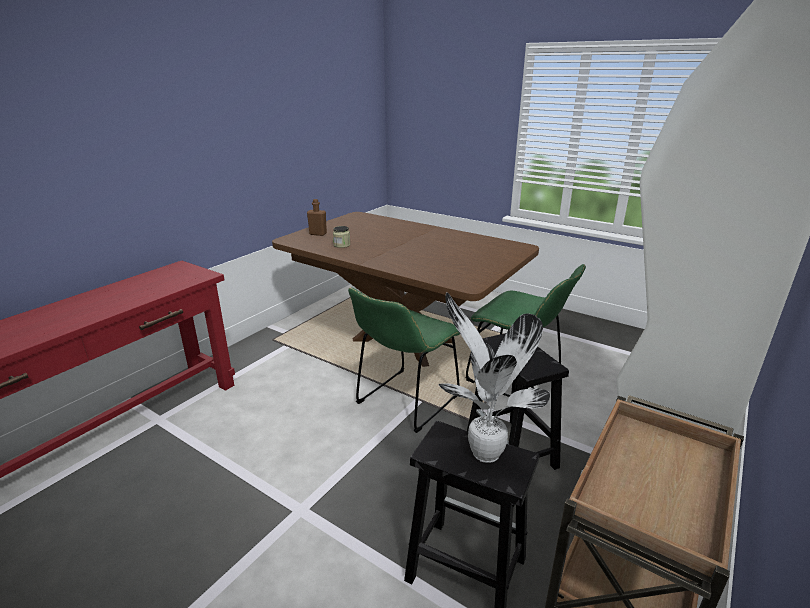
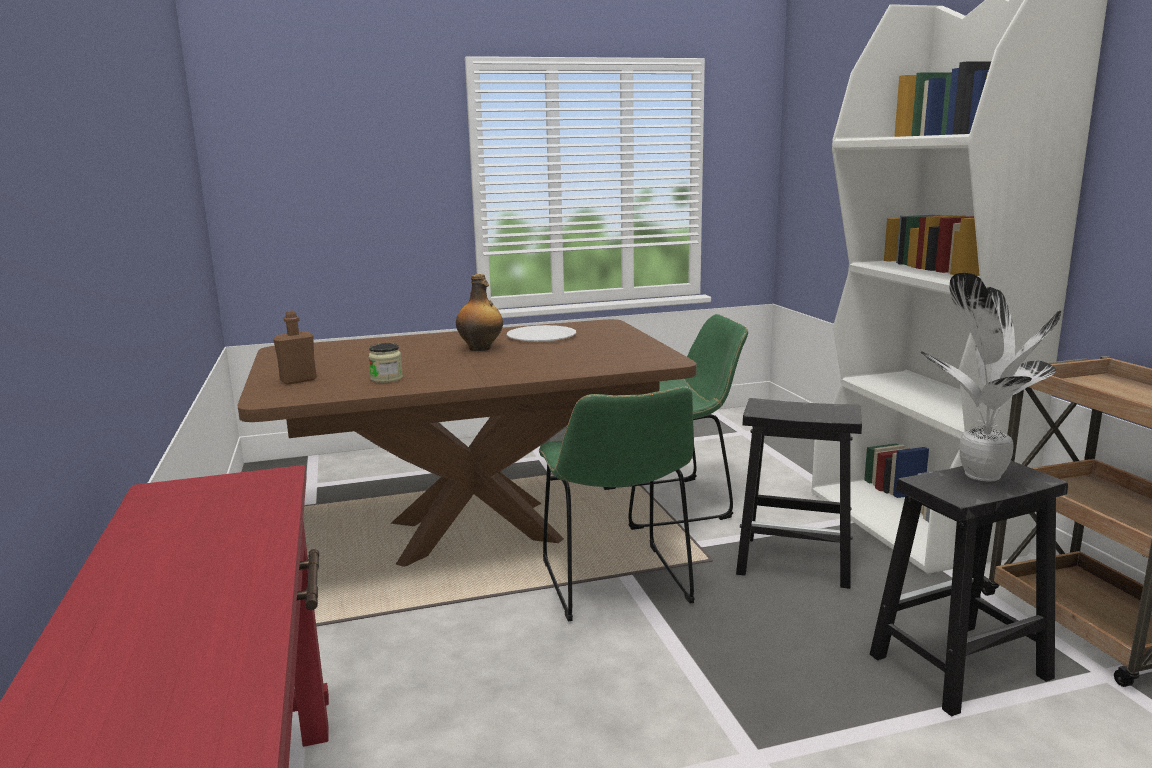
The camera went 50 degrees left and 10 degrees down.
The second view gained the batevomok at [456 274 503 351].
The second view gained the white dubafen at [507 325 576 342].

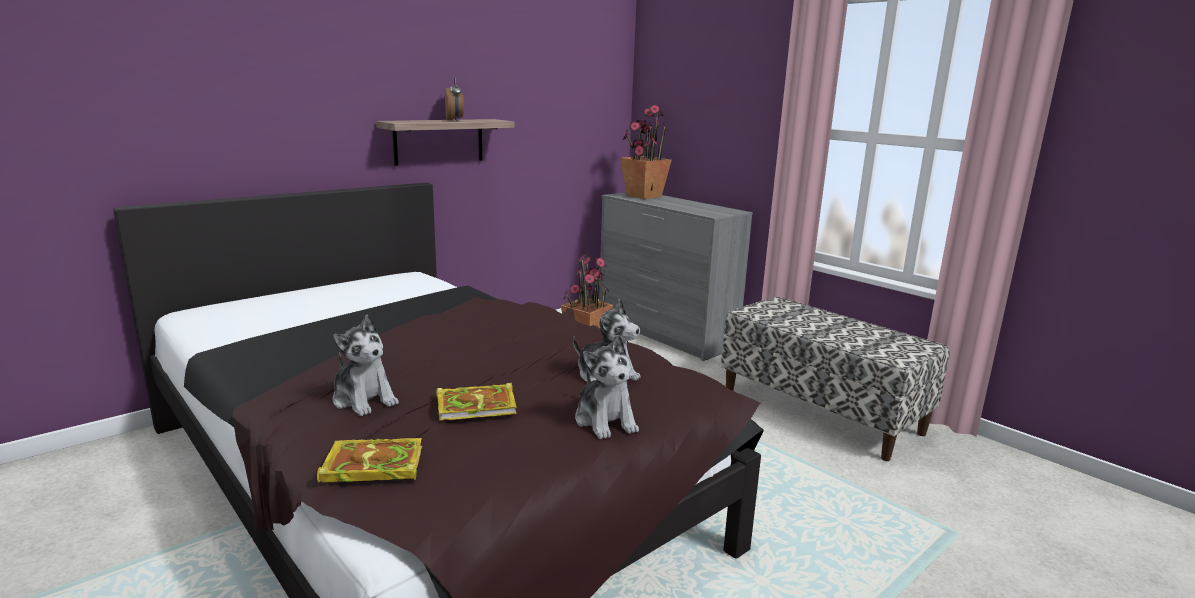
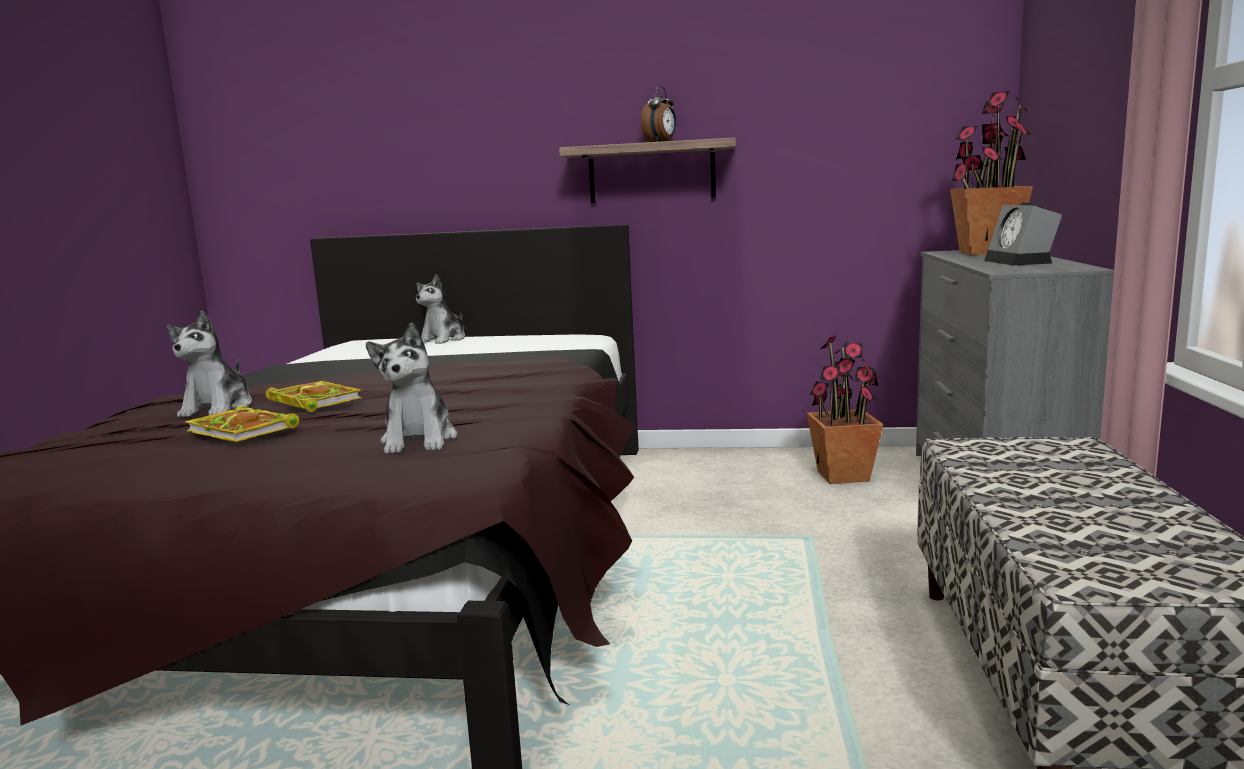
The camera went 50 degrees right and 5 degrees down.
The second view gained the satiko at [984 202 1062 265].
The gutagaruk ended up elsewhere, having gone from [317 438 422 482] to [266 381 362 412].
The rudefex ended up elsewhere, having gone from [575 335 639 439] to [416 274 465 344].

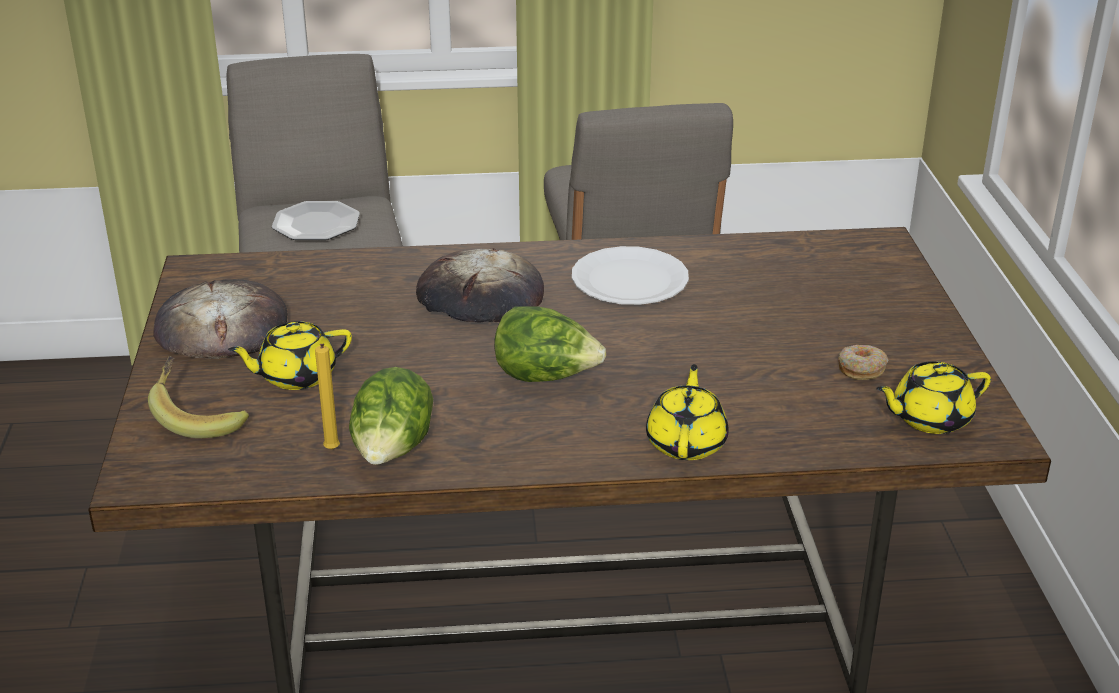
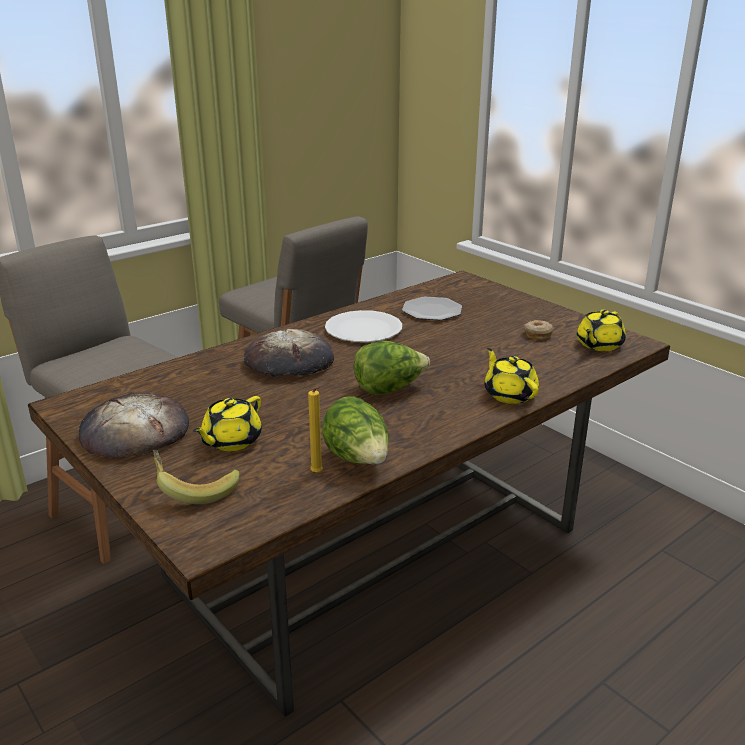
The camera went 35 degrees left and 5 degrees down.
The dubafen ended up elsewhere, having gone from [272 201 360 240] to [402 297 462 320].

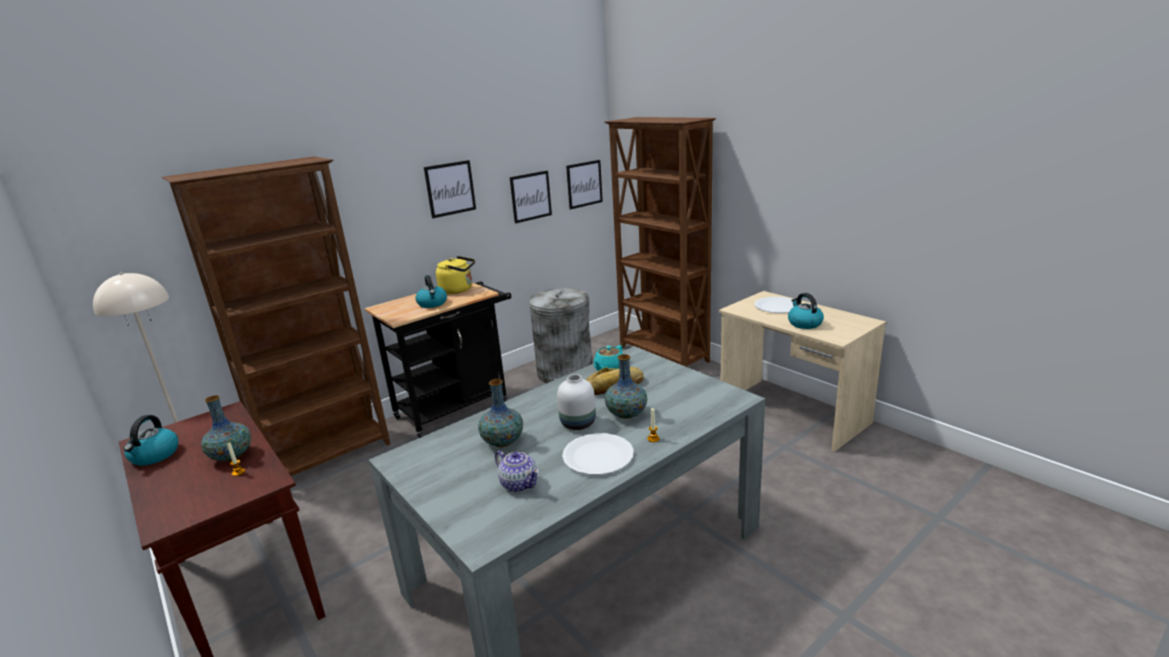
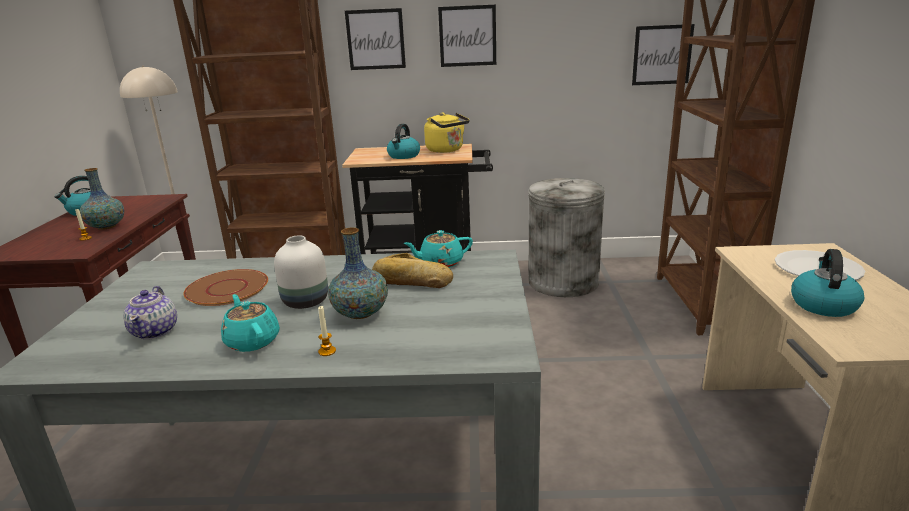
The camera went 40 degrees right and 0 degrees up.
The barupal ended up elsewhere, having gone from [510 171 552 224] to [345 8 406 70].
Where the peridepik stood at [478 379 523 447], the brown dubafen came to stand at [184 269 268 306].
Where the white dubafen stood at [562 433 634 475], the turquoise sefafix came to stand at [221 294 280 352].

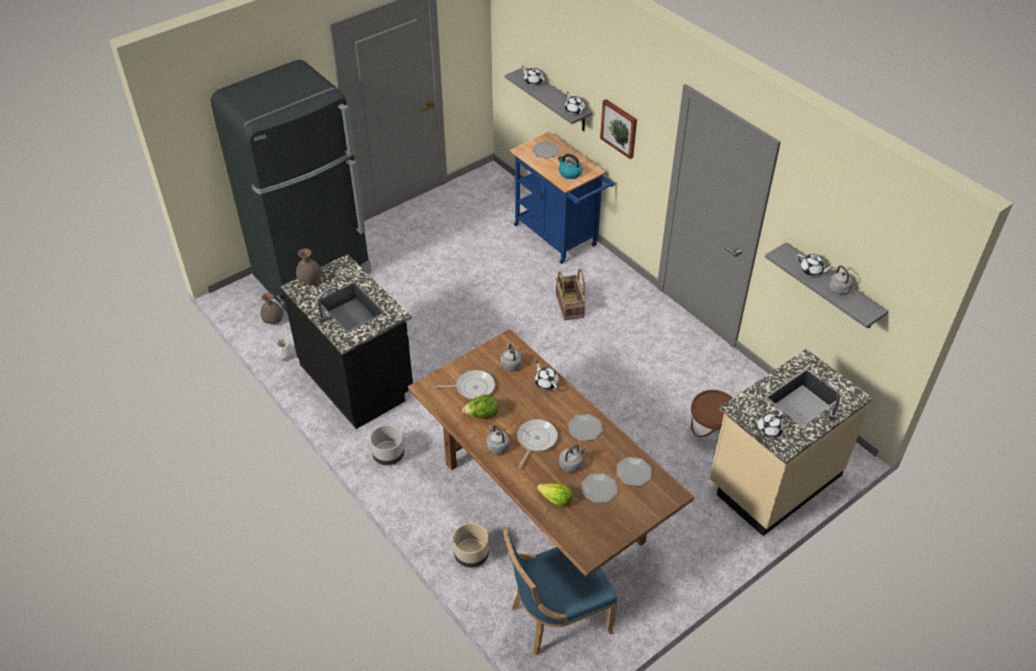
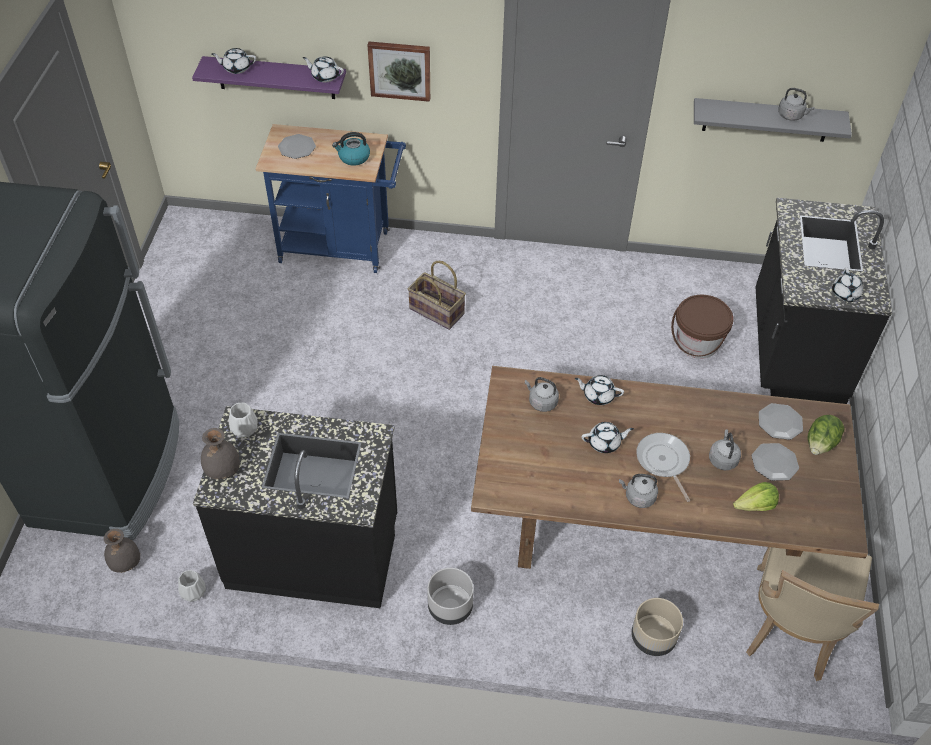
The camera went 45 degrees left and 5 degrees up.
The second view lost the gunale at [434 370 495 399].
The second view lost the dubafen at [568 414 603 441].
The second view gained the white peridepik at [229 403 258 438].
The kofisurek ended up elsewhere, having gone from [462 395 498 419] to [808 415 844 455].
The white sefafix ended up elsewhere, having gone from [797 254 833 276] to [582 422 634 453].
What was the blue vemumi at [503 528 617 656] turned into the beige vemumi at [746 547 879 681].
What was the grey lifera at [505 67 592 131] turned into the purple lifera at [192 56 346 99].
What was the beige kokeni at [710 349 873 536] turned into the black kokeni at [756 198 892 404].

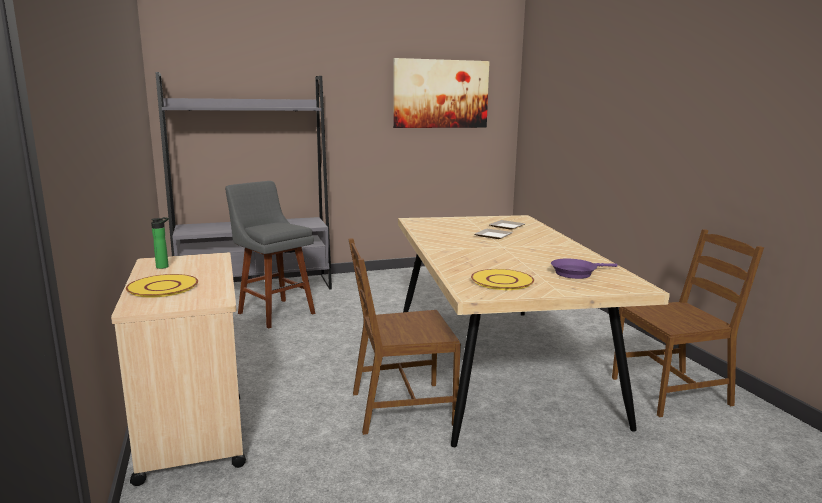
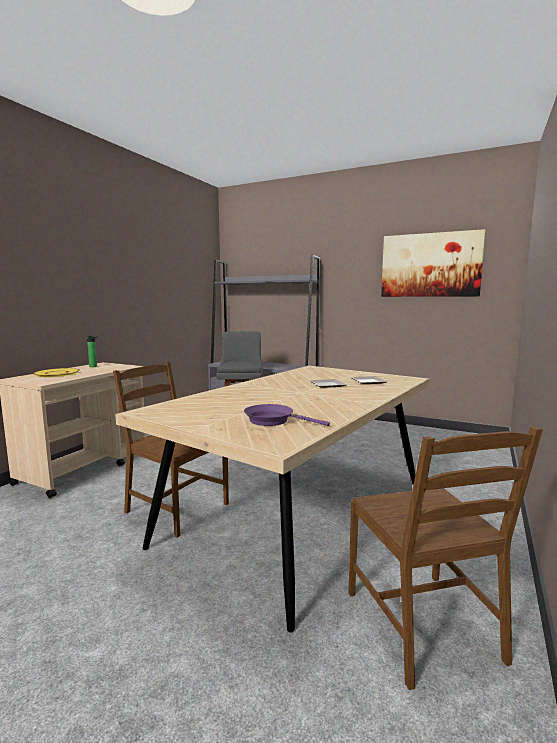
The camera went 45 degrees right and 5 degrees down.
The second view lost the yellow dubafen at [471 269 534 290].
The brown vemumi at [612 229 764 417] ended up facing another way, 45 degrees clockwise from before.

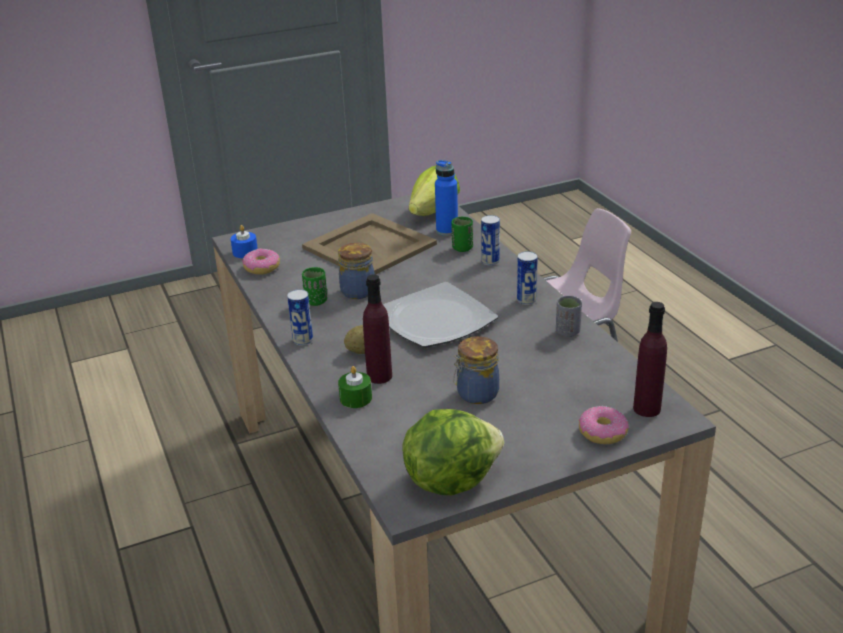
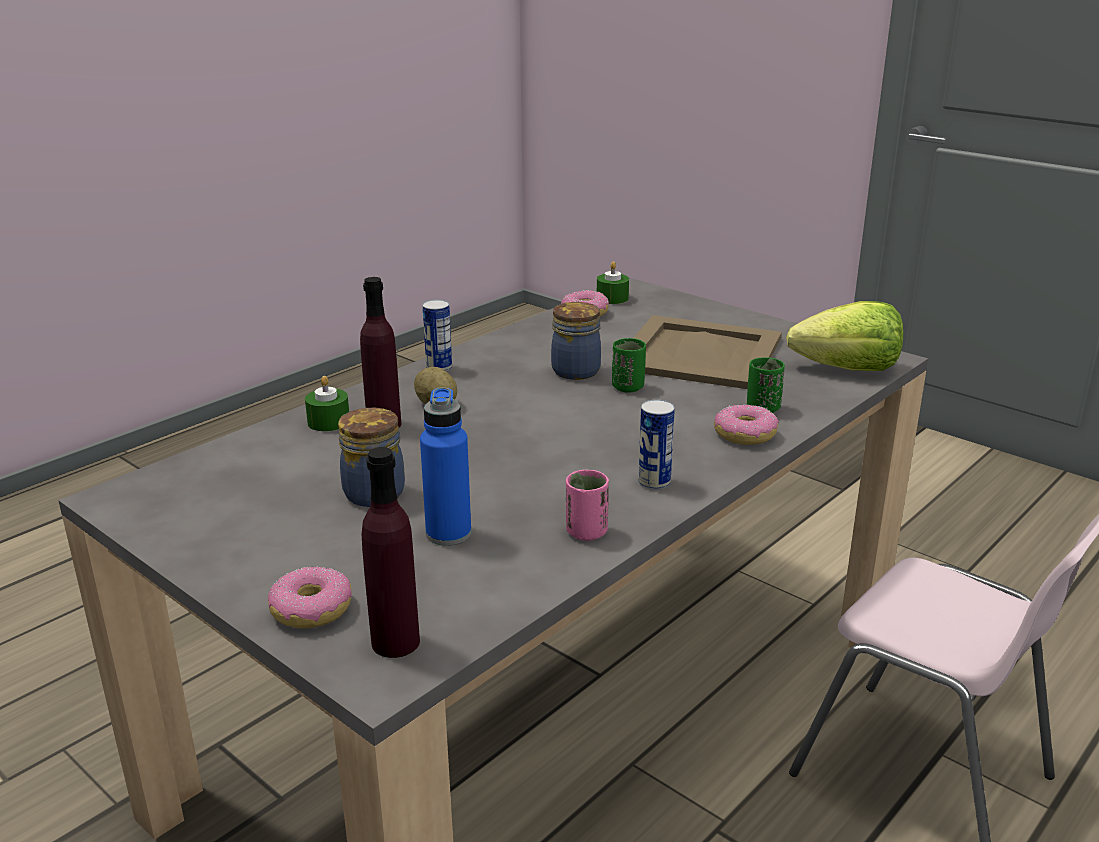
The camera went 65 degrees right and 5 degrees down.
The second view lost the dubafen at [383 282 498 348].
The second view lost the kofisurek at [402 409 504 495].
The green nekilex ended up elsewhere, having gone from [302 267 327 306] to [612 338 646 393].
The blue batevomok ended up elsewhere, having gone from [435 160 458 236] to [420 387 471 546].
Where the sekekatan stood at [481 215 500 266], the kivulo came to stand at [714 405 779 445].
What was the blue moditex at [231 225 258 258] turned into the green moditex at [597 261 629 304].
What was the grey nekilex at [556 296 582 337] turned into the pink nekilex at [566 470 609 541].

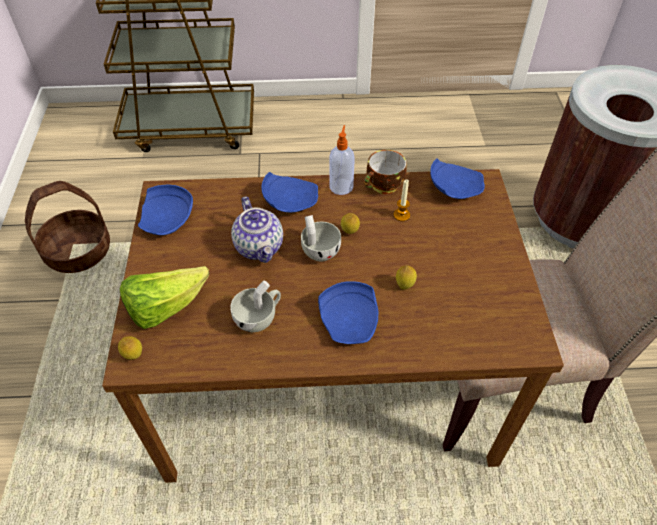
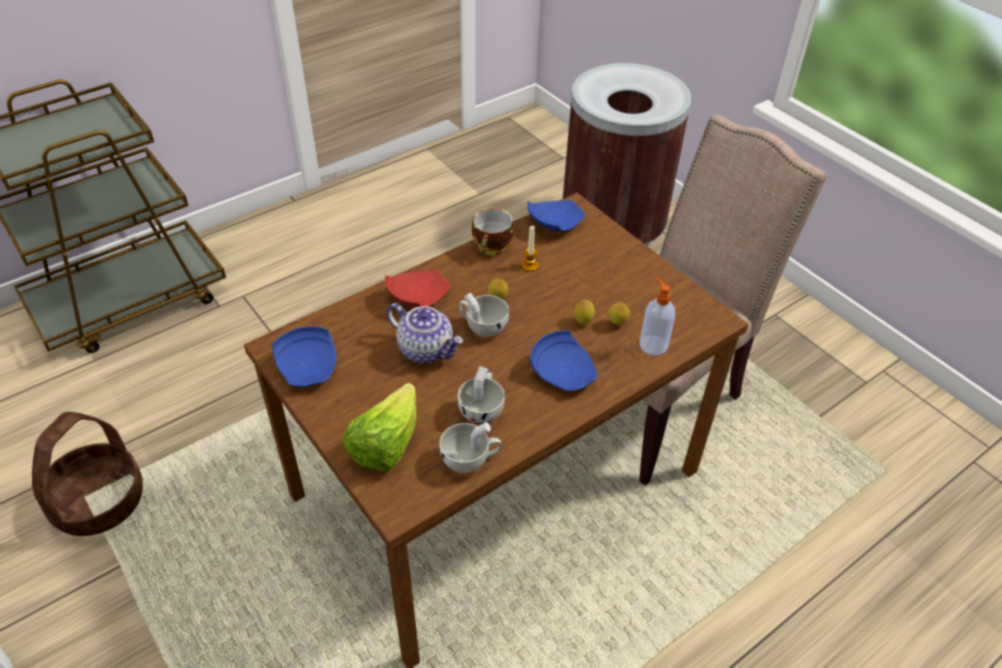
The camera went 35 degrees left and 5 degrees down.
The second view gained the white nekilex at [440 422 502 473].
The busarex ended up elsewhere, having gone from [118 336 142 360] to [609 303 630 325].
The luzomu ended up elsewhere, having gone from [329 125 355 195] to [640 277 675 355].
What was the blue dubafen at [261 172 318 213] turned into the red dubafen at [385 270 450 307].

